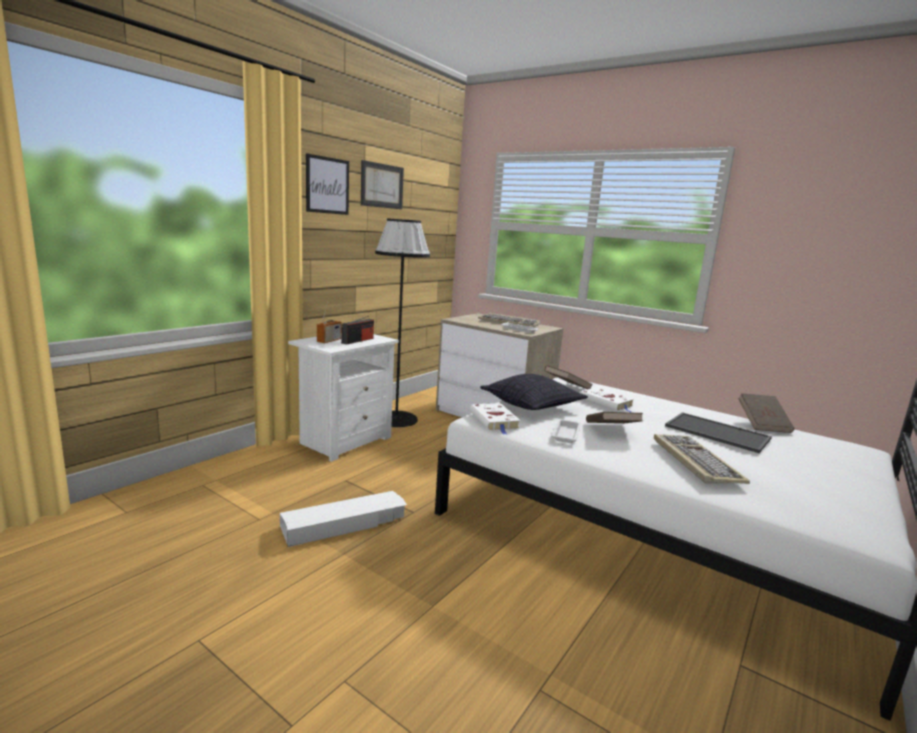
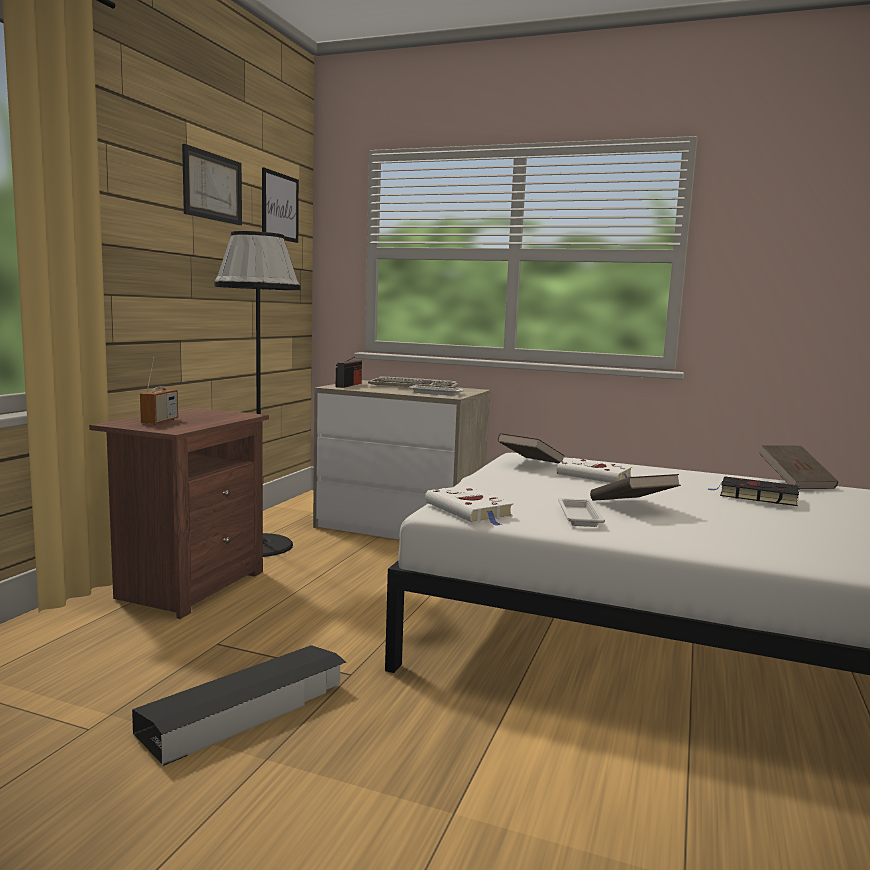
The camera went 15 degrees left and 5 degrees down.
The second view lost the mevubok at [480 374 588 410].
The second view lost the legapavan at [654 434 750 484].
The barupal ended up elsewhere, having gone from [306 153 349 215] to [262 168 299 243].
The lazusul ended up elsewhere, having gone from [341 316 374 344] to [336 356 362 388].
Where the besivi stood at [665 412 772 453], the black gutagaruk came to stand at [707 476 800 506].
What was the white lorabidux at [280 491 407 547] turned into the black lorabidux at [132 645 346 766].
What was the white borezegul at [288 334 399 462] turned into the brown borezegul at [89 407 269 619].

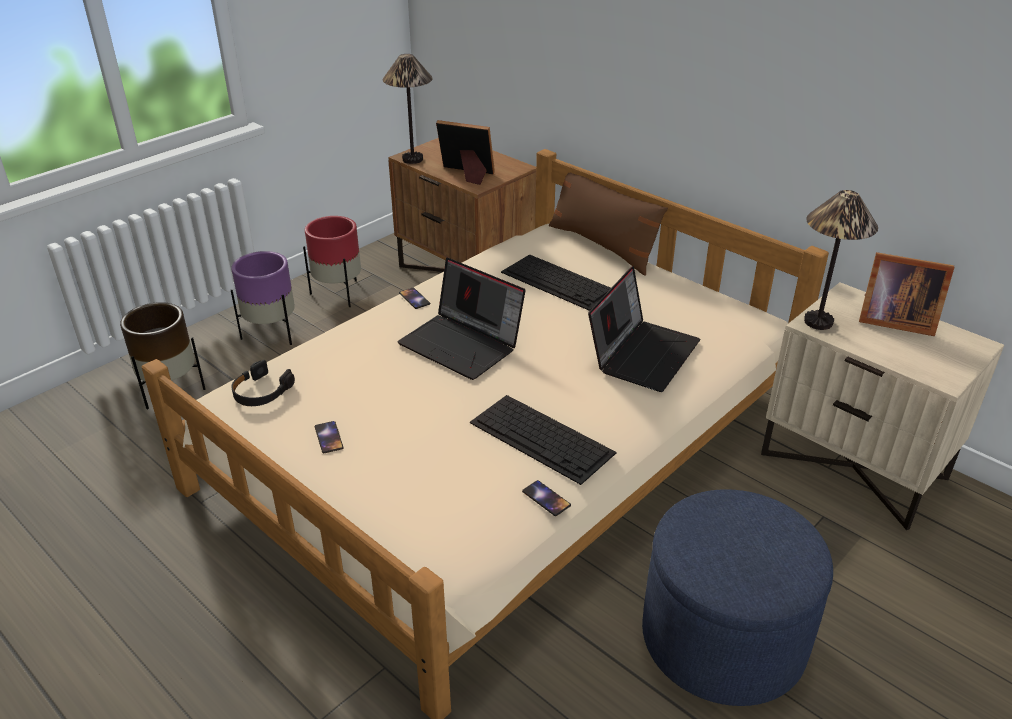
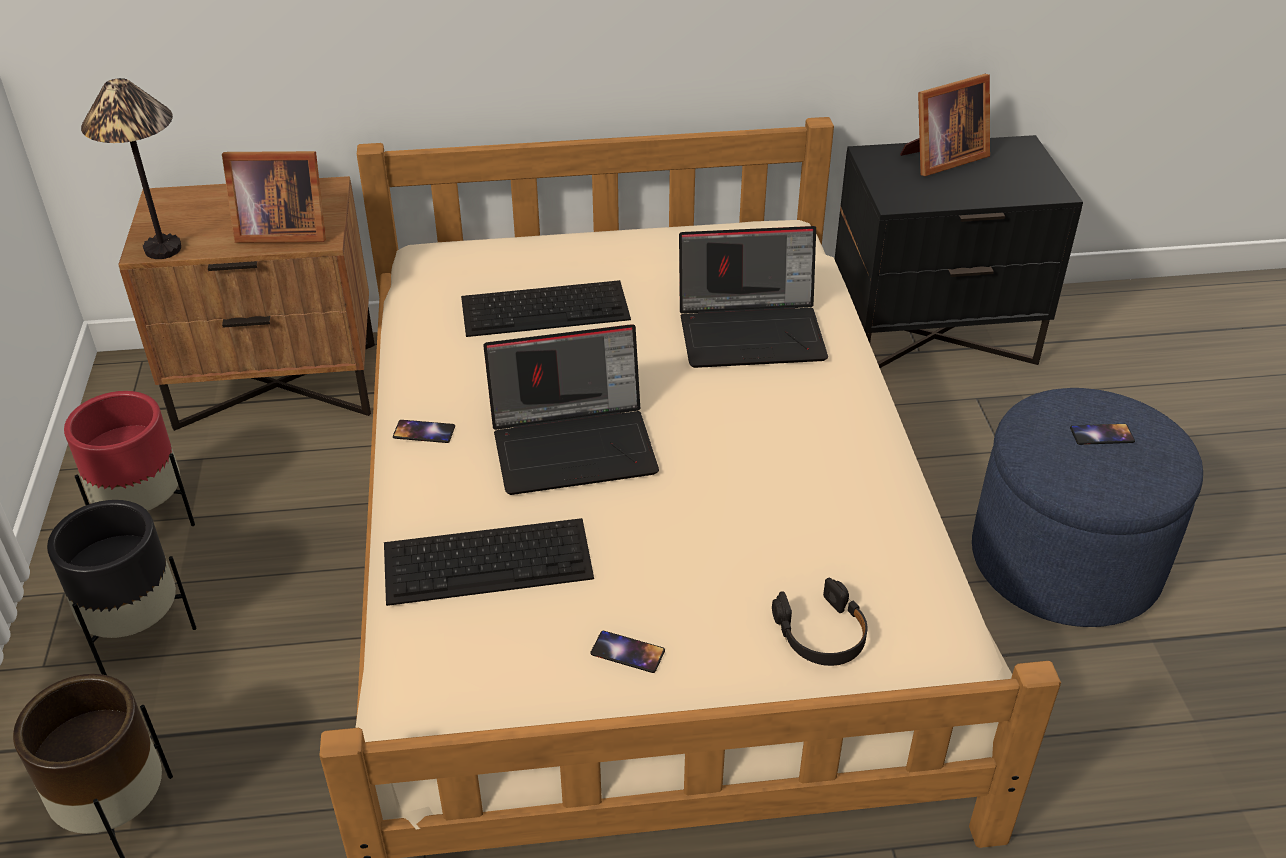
The camera went 50 degrees left and 5 degrees up.
The second view lost the brown mevubok at [549 173 668 276].
The second view lost the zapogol at [804 190 878 330].
The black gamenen ended up elsewhere, having gone from [231 360 295 406] to [772 578 868 666].
The legapavan ended up elsewhere, having gone from [470 395 617 485] to [384 518 594 606].
The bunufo ended up elsewhere, having gone from [522 480 571 516] to [1070 424 1135 445].
What was the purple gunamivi at [231 251 295 345] turned into the black gunamivi at [47 500 196 675].
What was the beige borezegul at [761 282 1004 530] turned into the black borezegul at [835 135 1083 368].
The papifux at [436 120 495 185] ended up facing another way, 150 degrees counterclockwise from before.
The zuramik at [588 266 701 392] ended up facing another way, 105 degrees clockwise from before.

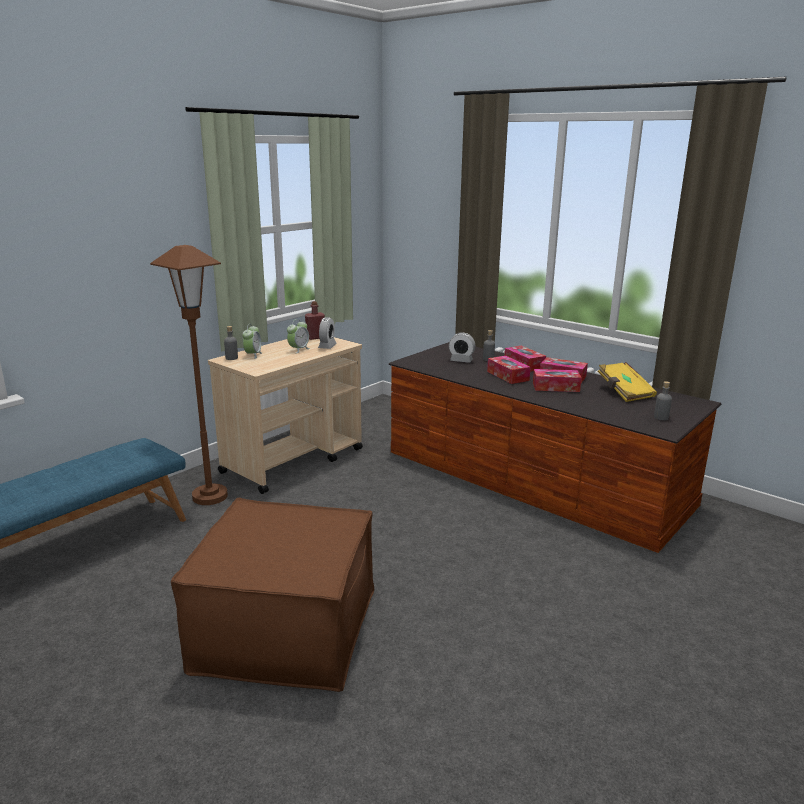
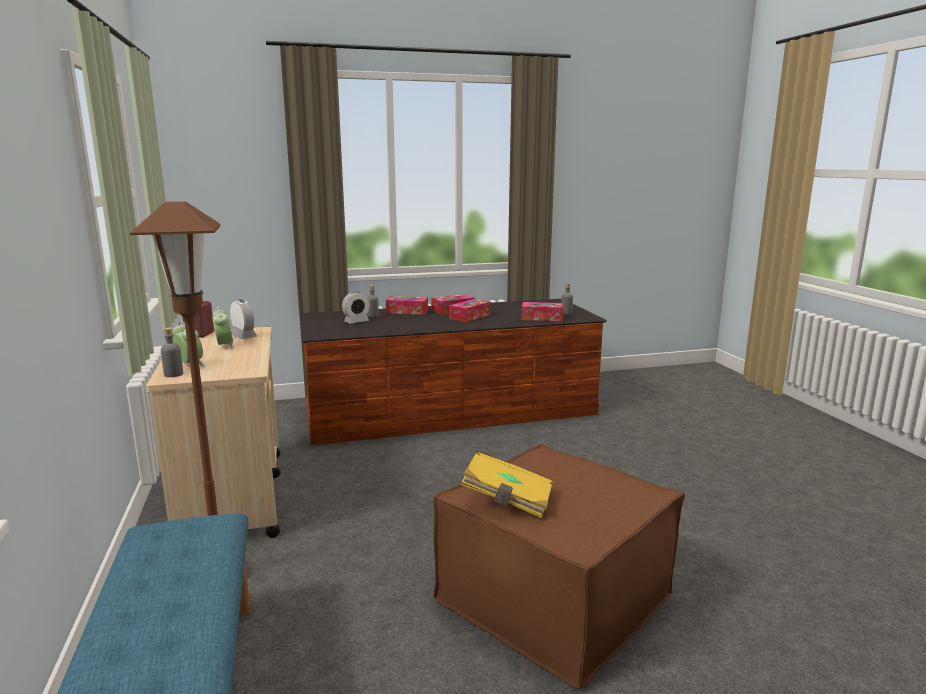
The camera went 55 degrees left and 5 degrees down.
The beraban ended up elsewhere, having gone from [487 356 531 384] to [522 302 563 321].
The yellow gutagaruk ended up elsewhere, having gone from [598 362 657 402] to [461 450 553 518].

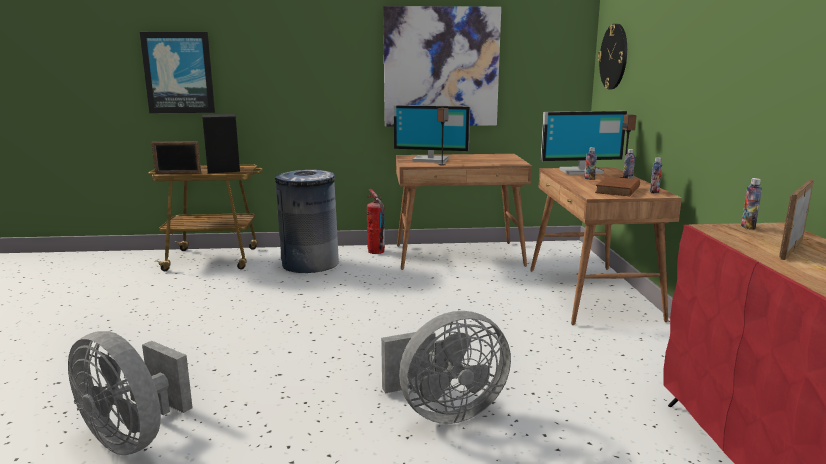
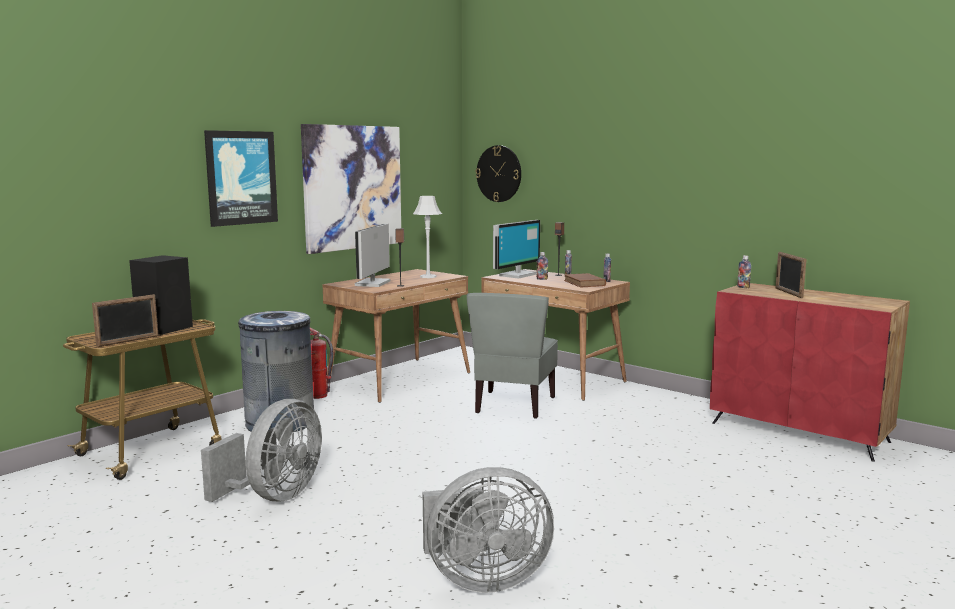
The camera went 45 degrees left and 5 degrees down.
The second view gained the grey zapogol at [413 196 442 278].
The second view gained the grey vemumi at [467 293 558 419].
The barupal ended up elsewhere, having gone from [140 32 215 113] to [204 130 278 227].
The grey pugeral ended up elsewhere, having gone from [381 311 511 424] to [201 399 322 502].
The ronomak at [394 105 470 163] ended up facing another way, 135 degrees clockwise from before.

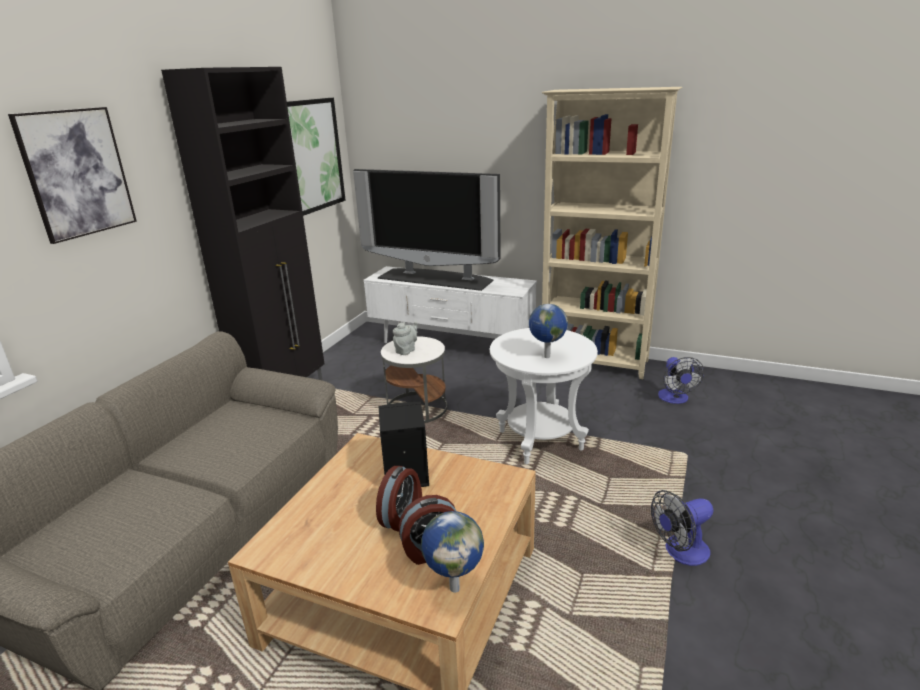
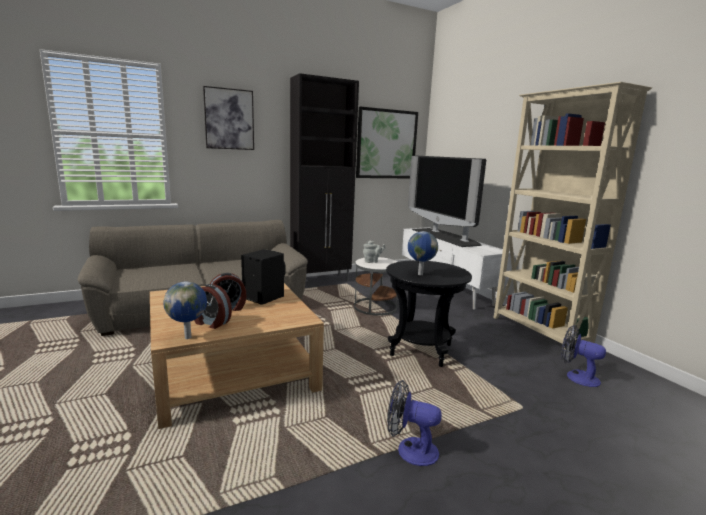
The camera went 40 degrees right and 10 degrees down.
What was the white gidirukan at [490 328 598 464] turned into the black gidirukan at [386 260 472 367].
The pugeral at [658 357 704 404] ended up facing another way, 90 degrees clockwise from before.

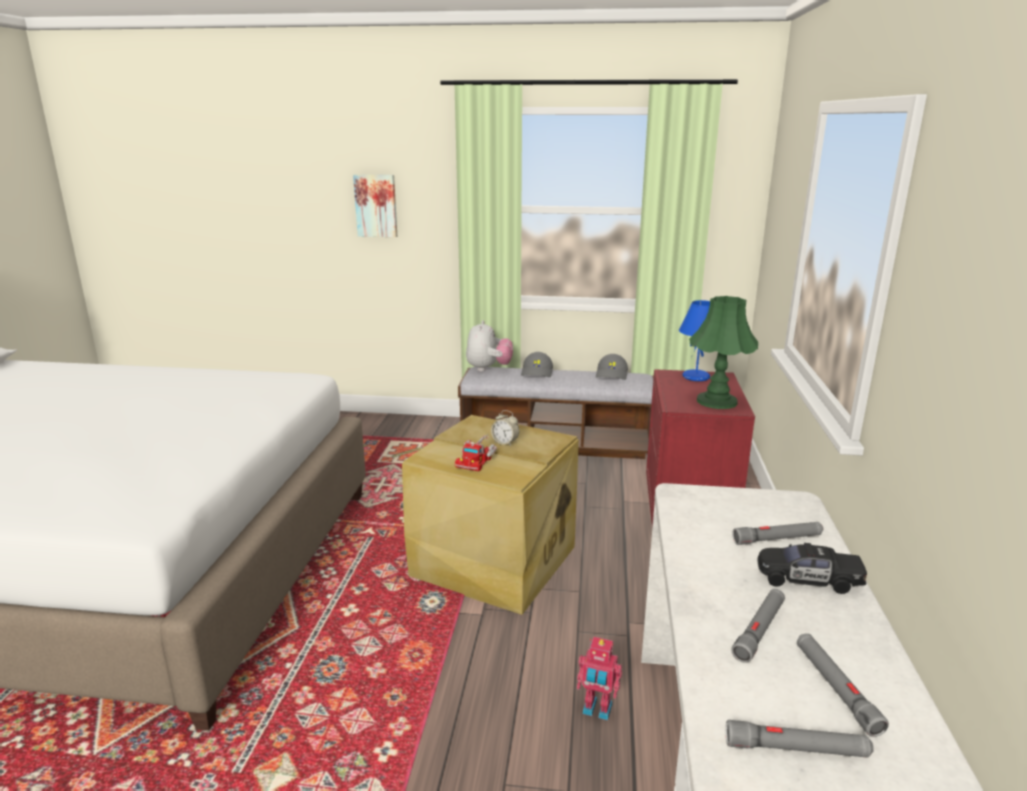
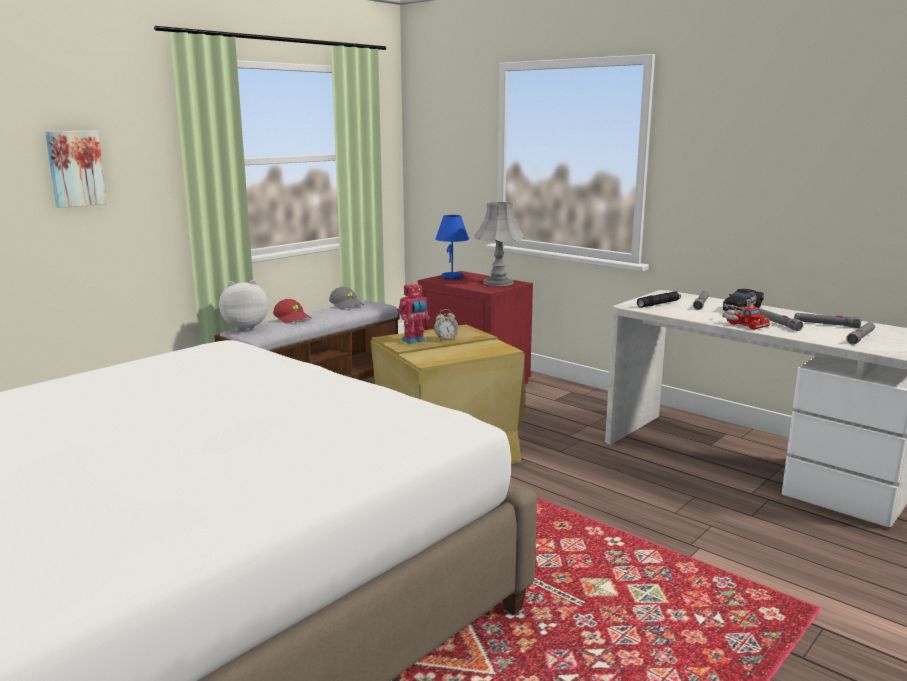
The camera went 55 degrees left and 5 degrees down.
The second view gained the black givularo at [637 291 681 308].
The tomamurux ended up elsewhere, having gone from [455 434 497 471] to [722 303 770 330].
The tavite ended up elsewhere, having gone from [577 637 622 720] to [398 282 430 344].
What was the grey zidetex at [521 352 553 377] turned into the red zidetex at [273 299 311 324].
What was the green zapogol at [689 296 758 409] turned into the grey zapogol at [474 202 524 286].
The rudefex at [466 320 513 372] ended up facing another way, 60 degrees counterclockwise from before.

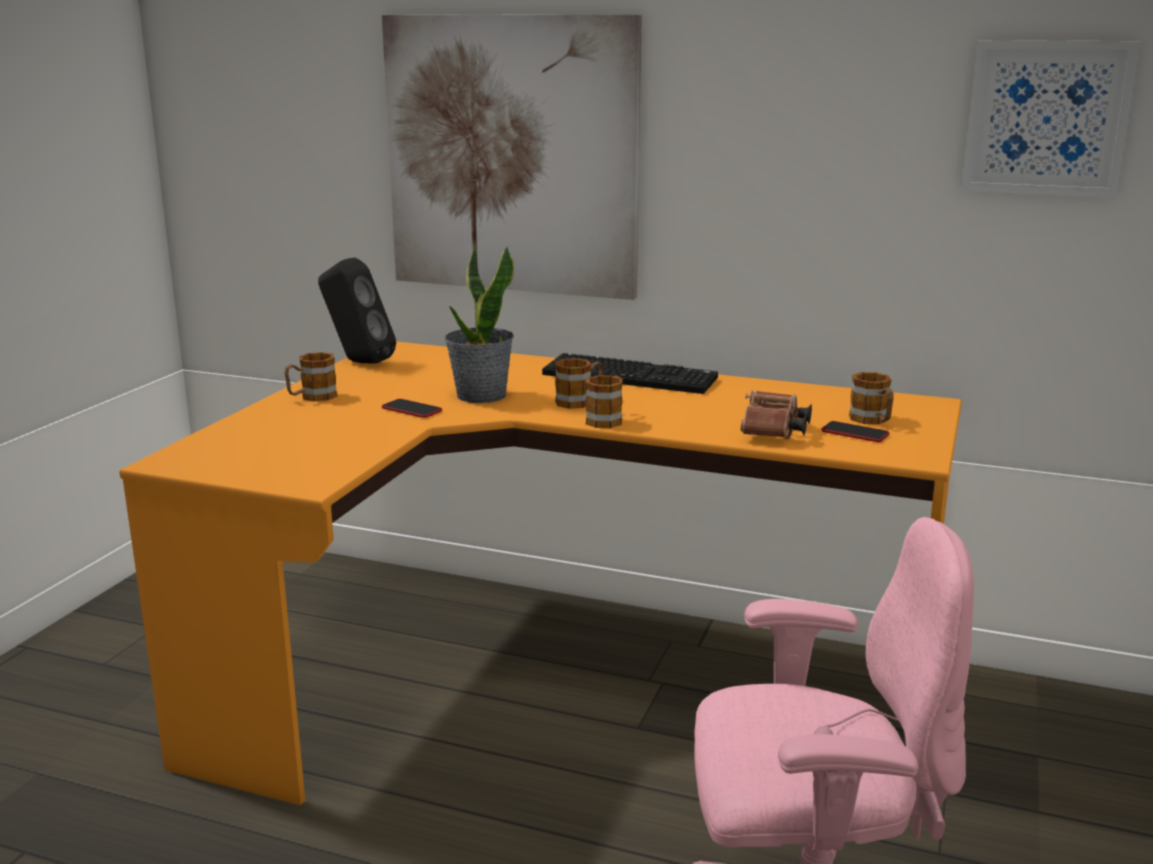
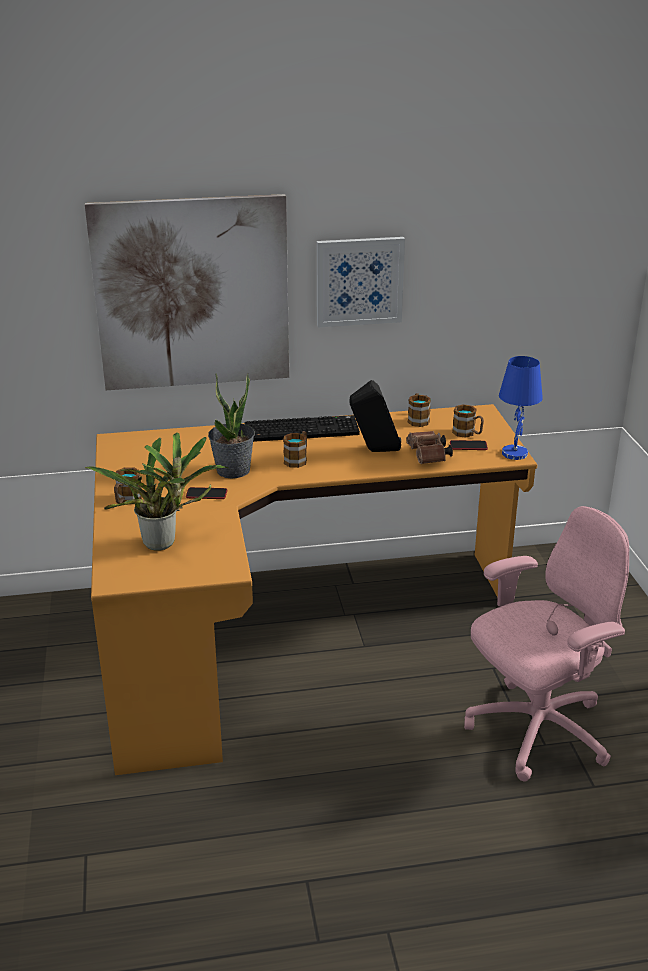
The camera went 30 degrees left and 10 degrees up.
The second view gained the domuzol at [85 432 229 551].
The second view gained the blue zapogol at [499 356 543 460].
The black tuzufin ended up elsewhere, having gone from [318 258 396 364] to [349 380 401 452].
The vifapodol ended up elsewhere, having gone from [586 375 623 428] to [408 393 431 427].
The barupal ended up elsewhere, having gone from [961 40 1141 198] to [317 237 405 328].

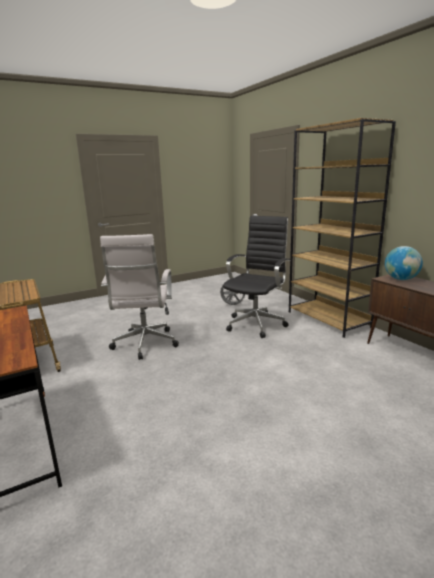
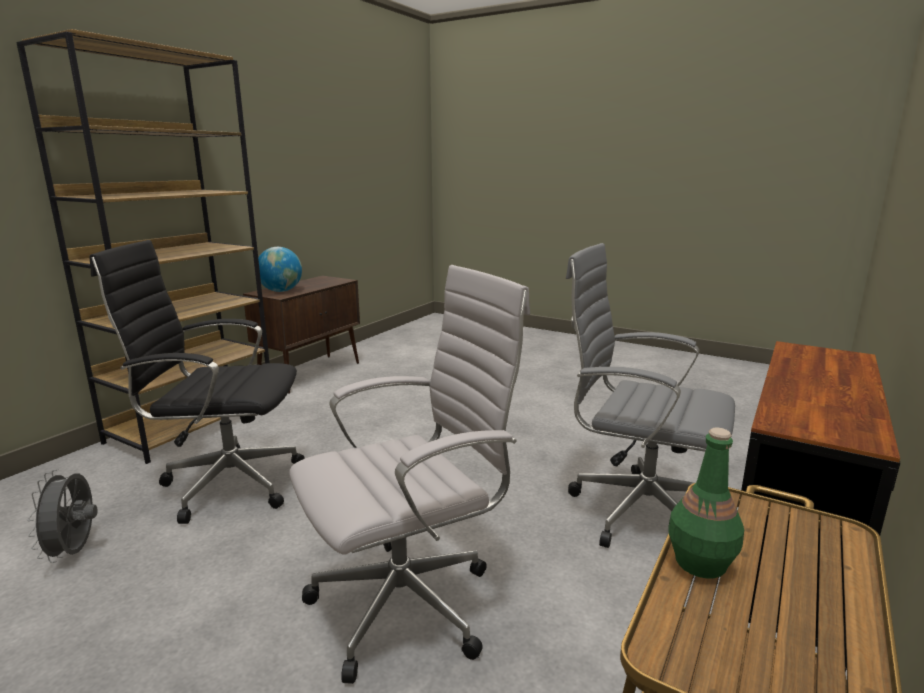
The camera went 120 degrees left and 0 degrees up.
The second view gained the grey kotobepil at [566 243 735 548].
The second view gained the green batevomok at [668 428 744 578].

